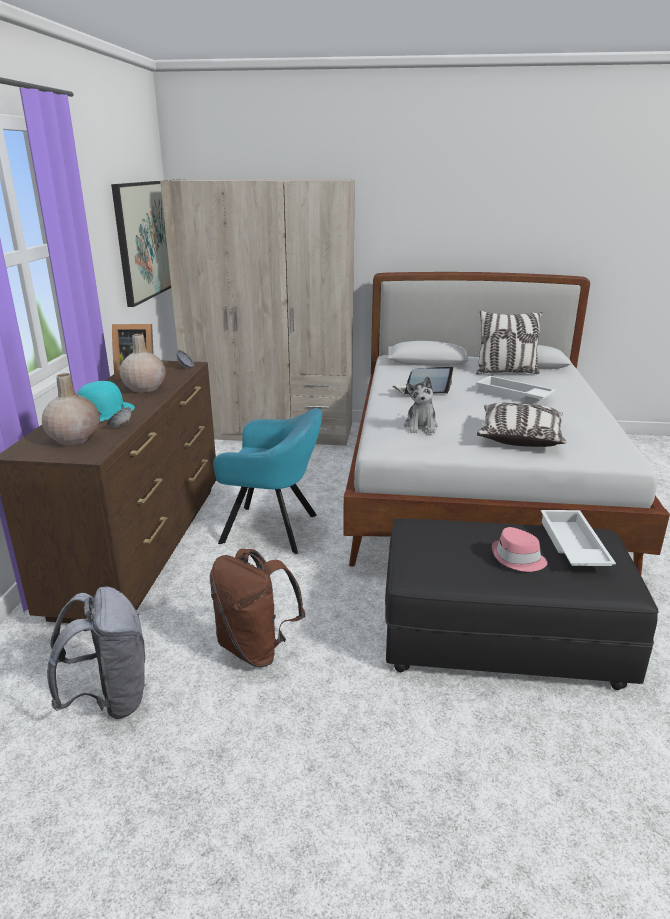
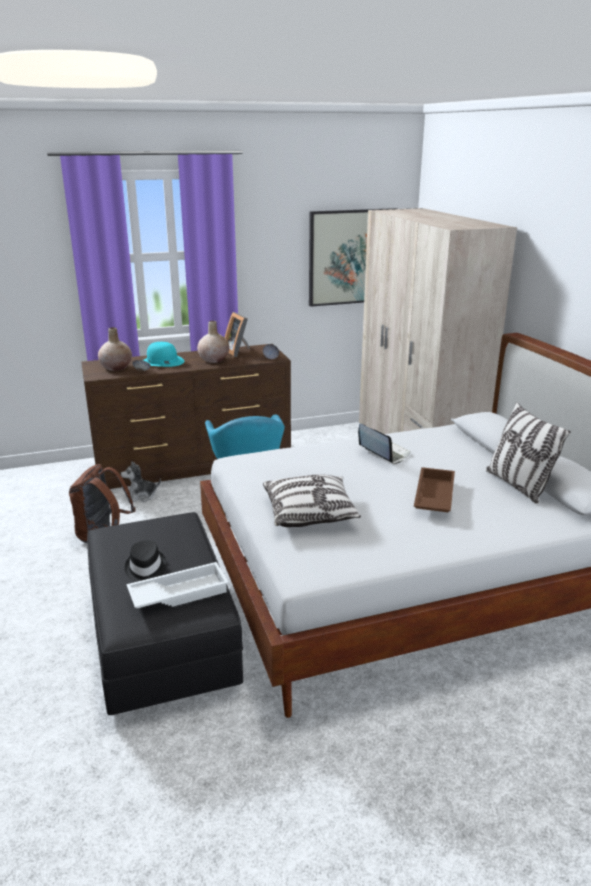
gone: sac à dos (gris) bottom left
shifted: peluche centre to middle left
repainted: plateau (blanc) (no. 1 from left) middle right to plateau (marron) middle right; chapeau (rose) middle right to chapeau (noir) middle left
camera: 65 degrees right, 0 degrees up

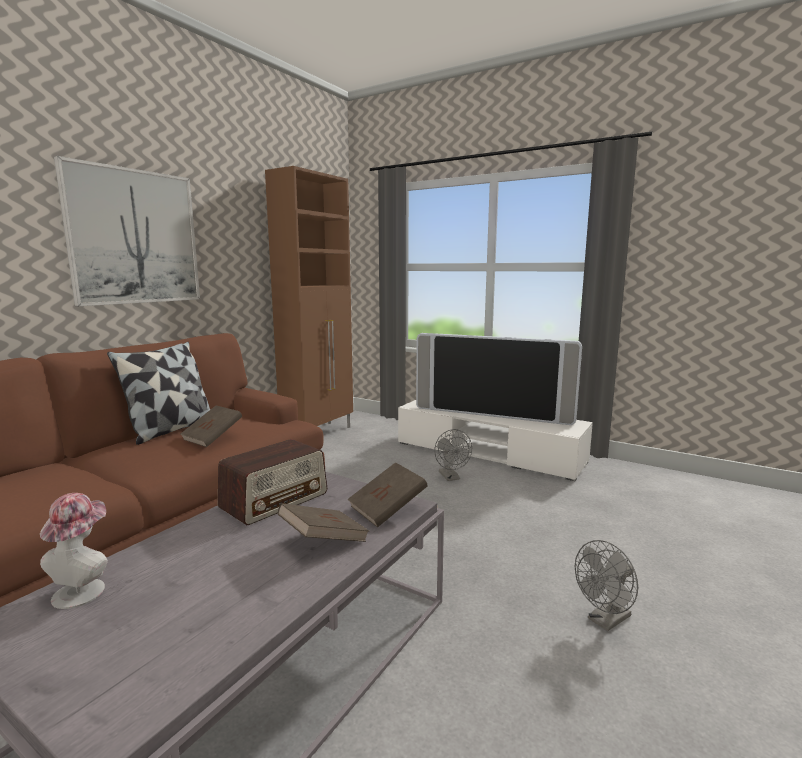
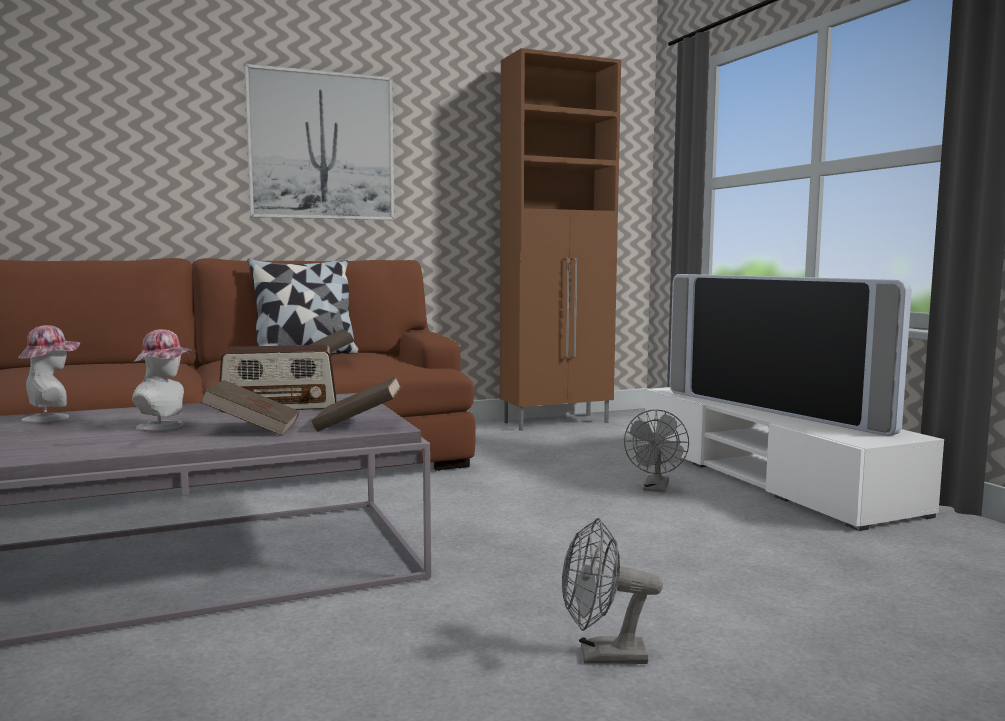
new: chapeau (no. 2 from left) middle left
camera: 35 degrees right, 5 degrees down

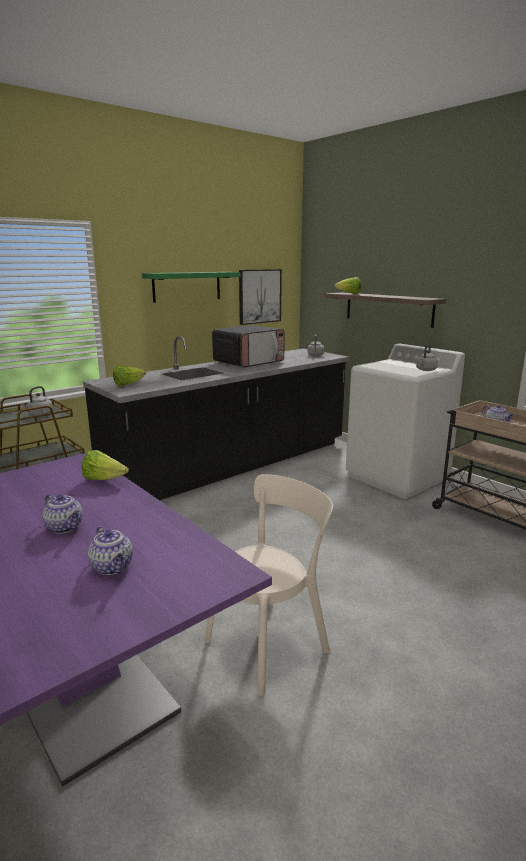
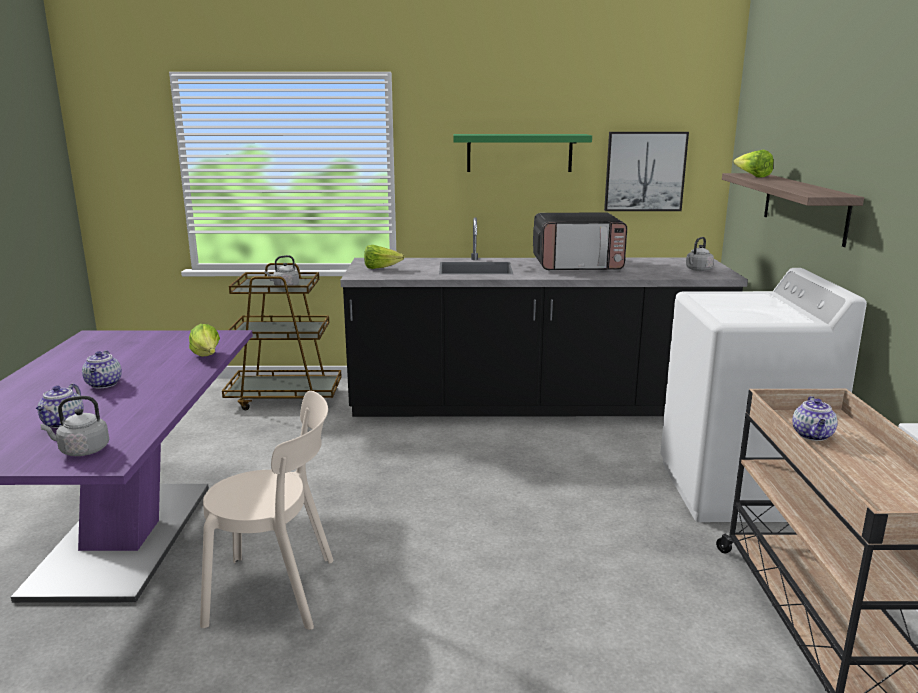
shifted: bouilloire (gris) (no. 3 from left in the first image) middle right to bouilloire (gris) (no. 1 from left) middle left
camera: 40 degrees right, 0 degrees up

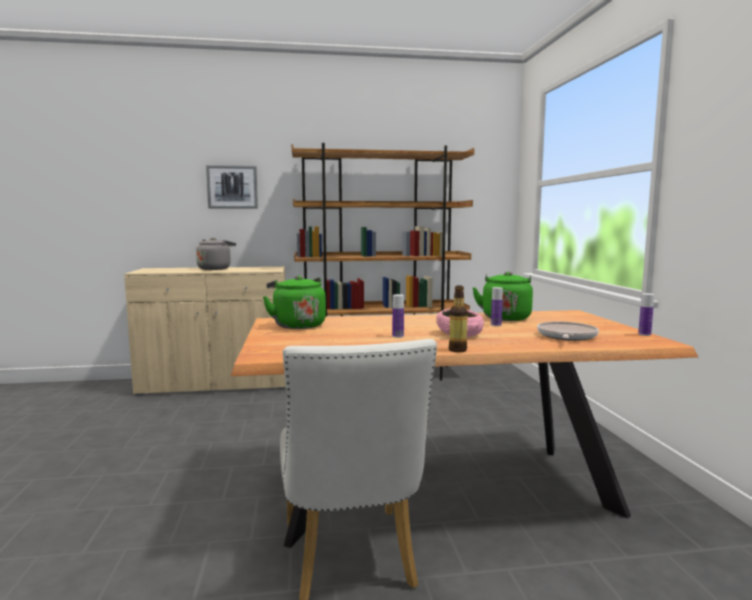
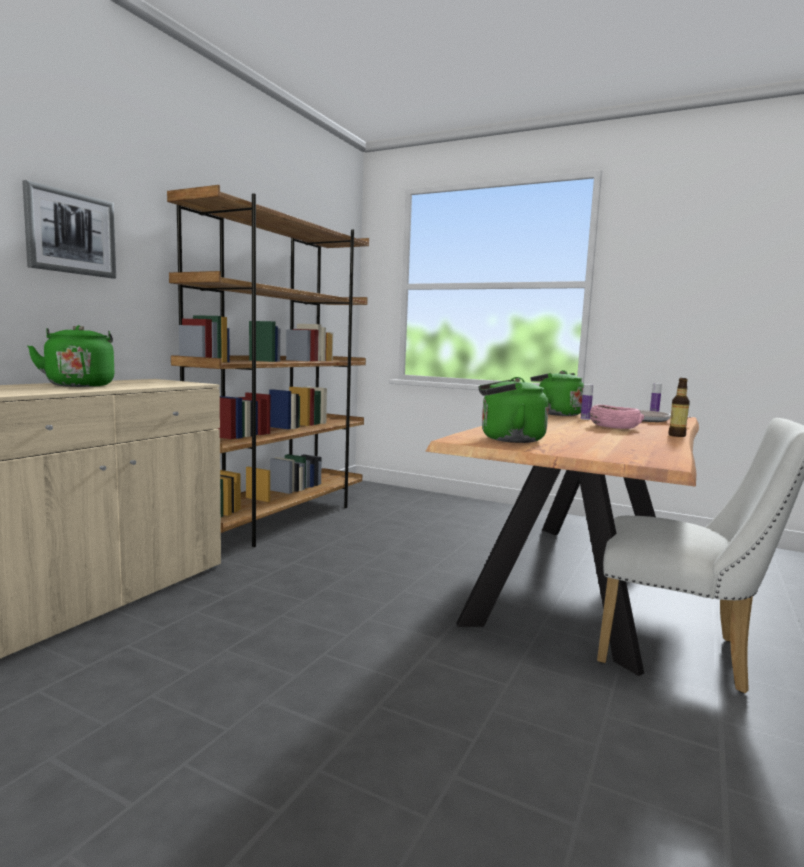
gone: bouteille (no. 1 from left) centre
repainted: bouilloire (gris) middle left to bouilloire (vert) (no. 1 from left) middle left
camera: 55 degrees left, 0 degrees up

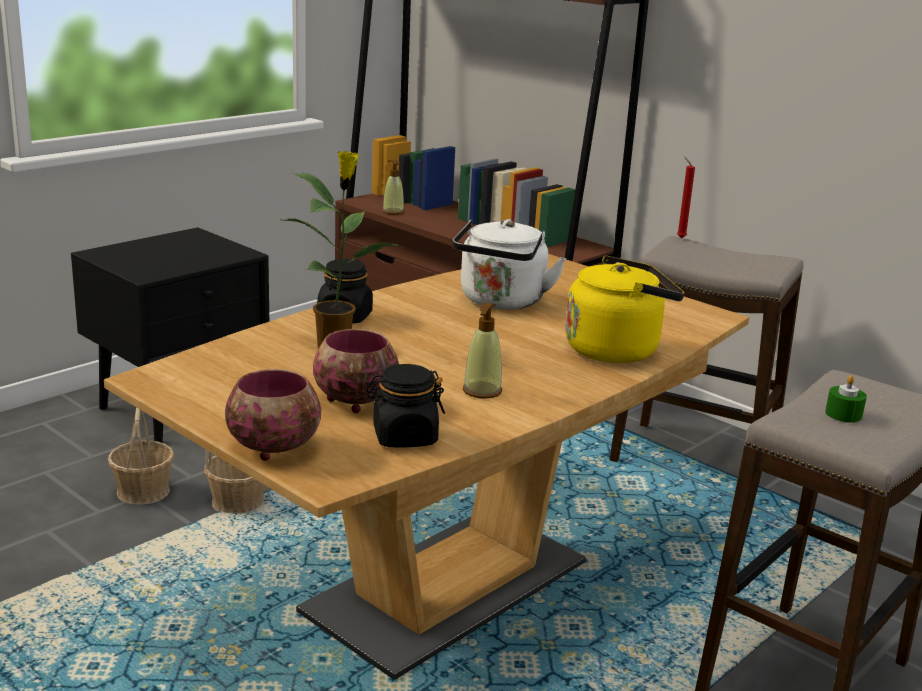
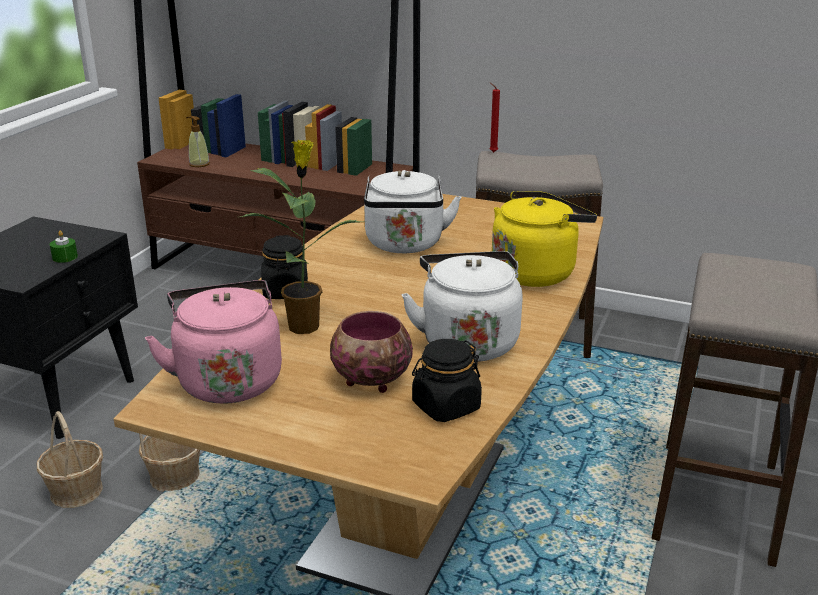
gone: bol (no. 1 from left) middle left
new: bouilloire (rose) middle left
shifted: bougie (vert) middle right to middle left
swapped: distributeur de savon (no. 2 from left) centre to bouilloire (blanc) (no. 2 from left) centre
camera: 20 degrees left, 5 degrees up

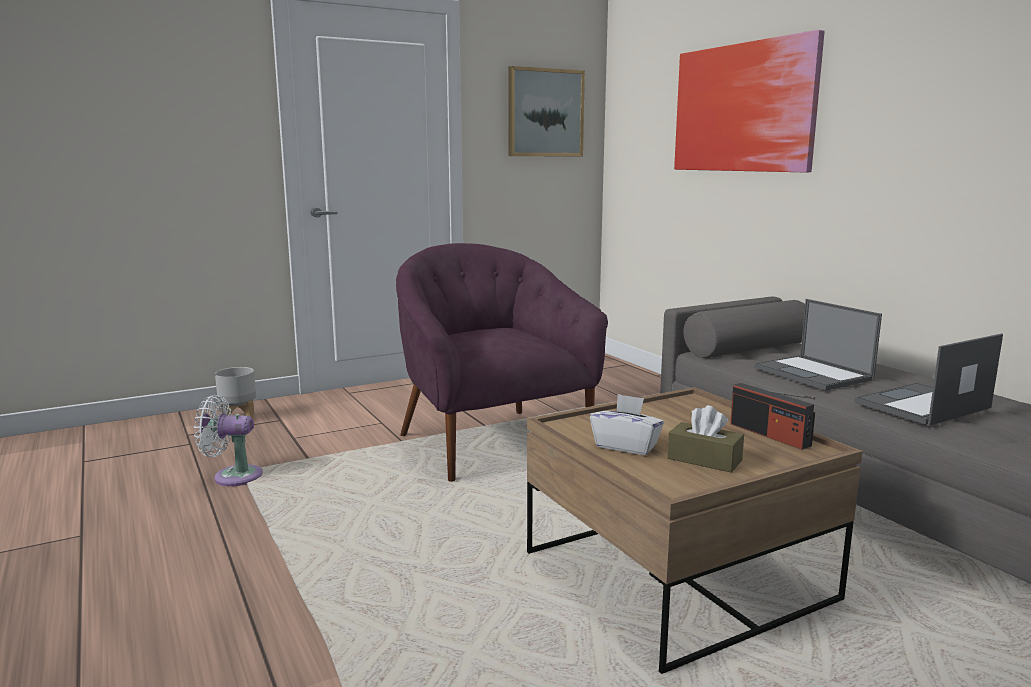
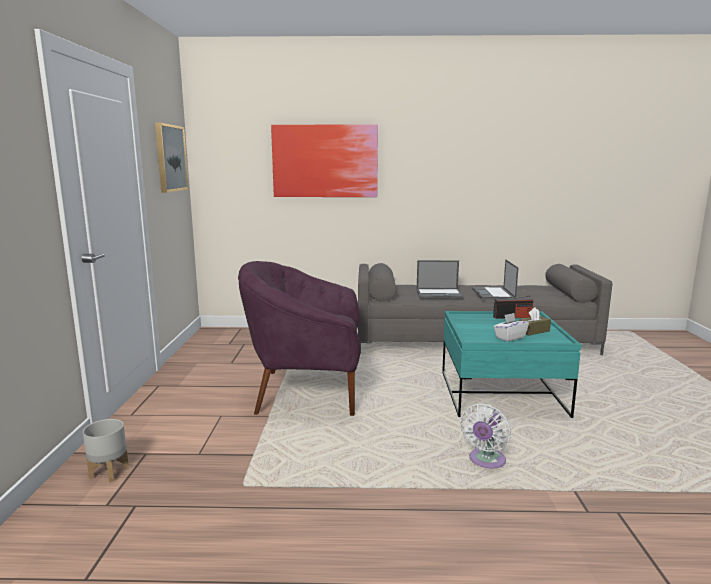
shifted: ventilateur (blanc) middle left to bottom right
repainted: table basse (marron) bottom right to table basse (turquoise) middle right
camera: 60 degrees left, 0 degrees up

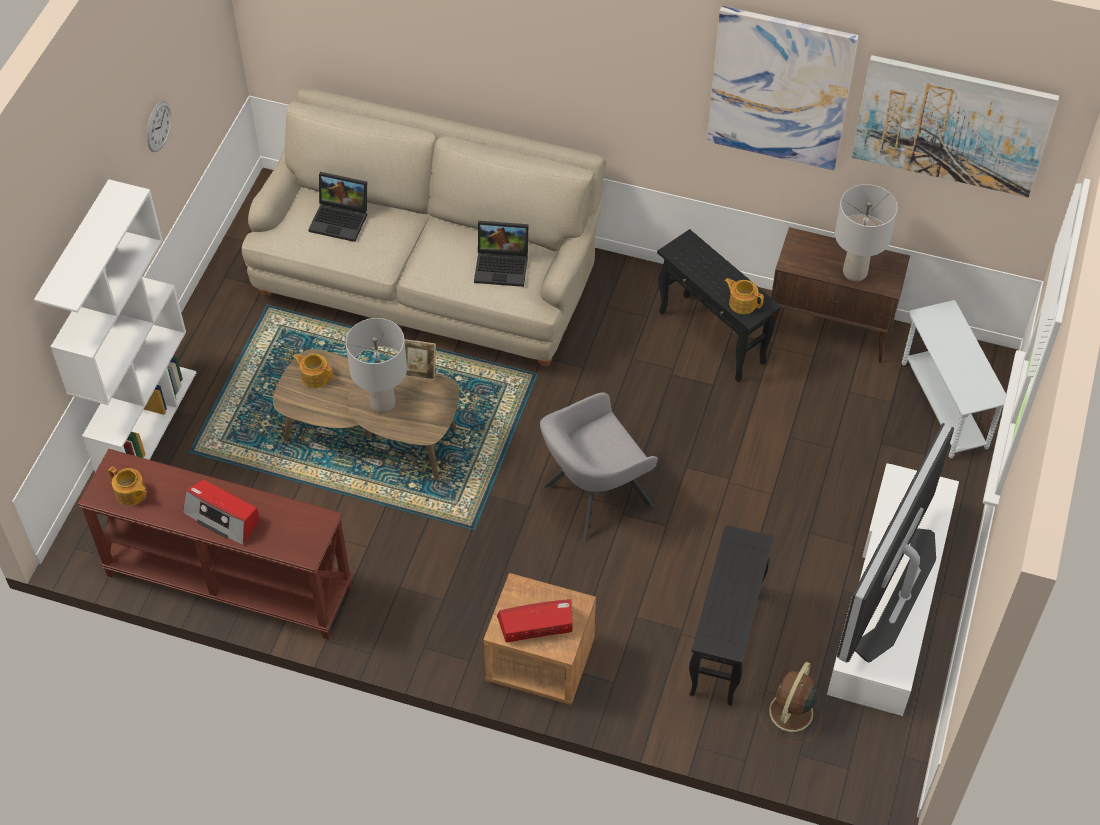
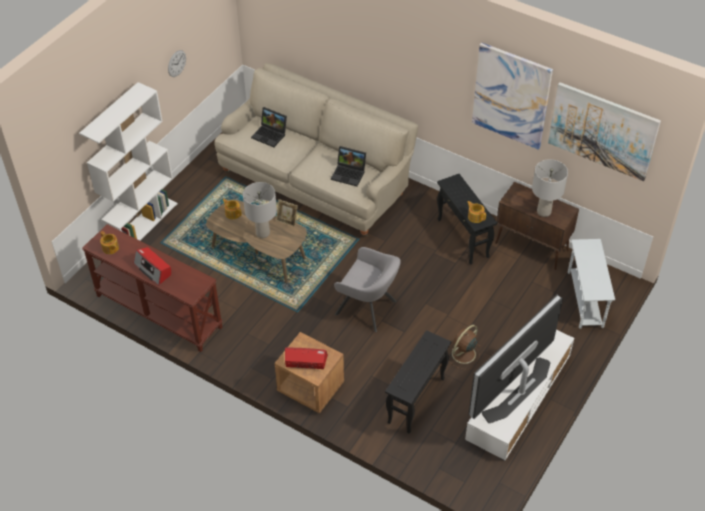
shifted: ventilateur (marron) bottom right to bottom centre
rotated: fauteuil (gris) centre = centre 135 degrees counterclockwise
camera: 15 degrees right, 5 degrees down

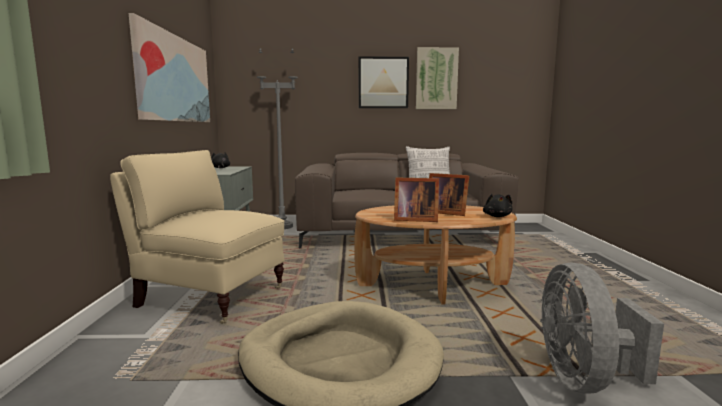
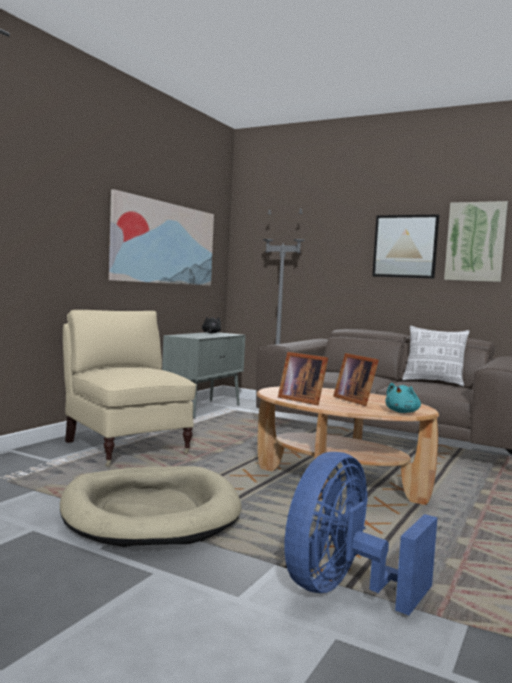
repainted: peluche (noir) (no. 2 from left) middle right to peluche (turquoise) middle right; ventilateur (gris) bottom right to ventilateur (bleu) bottom right
camera: 30 degrees right, 5 degrees down

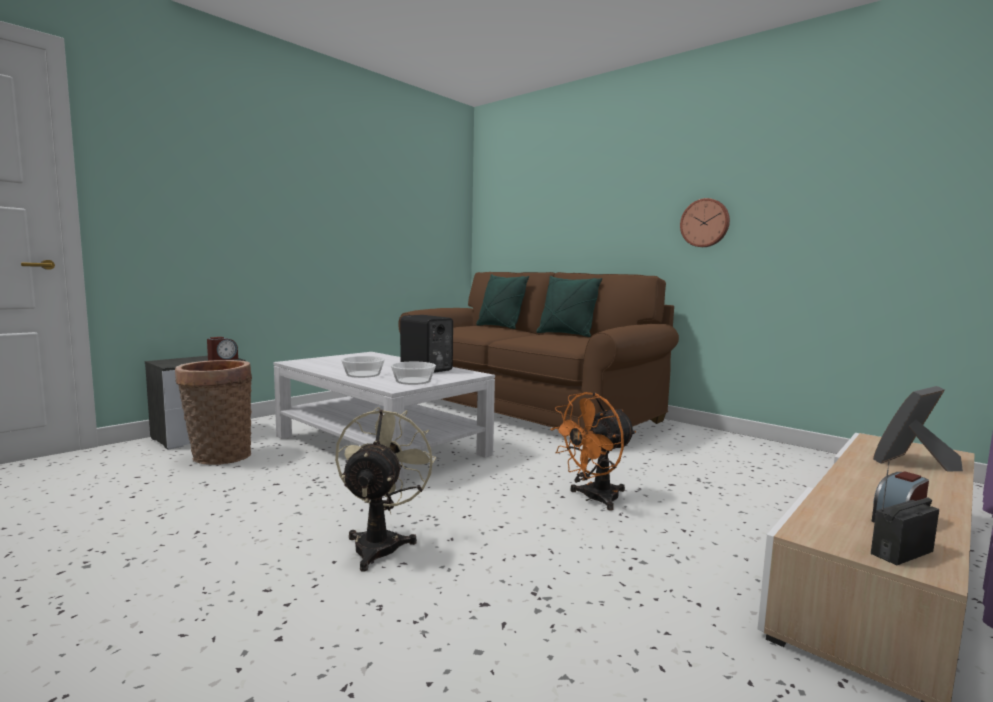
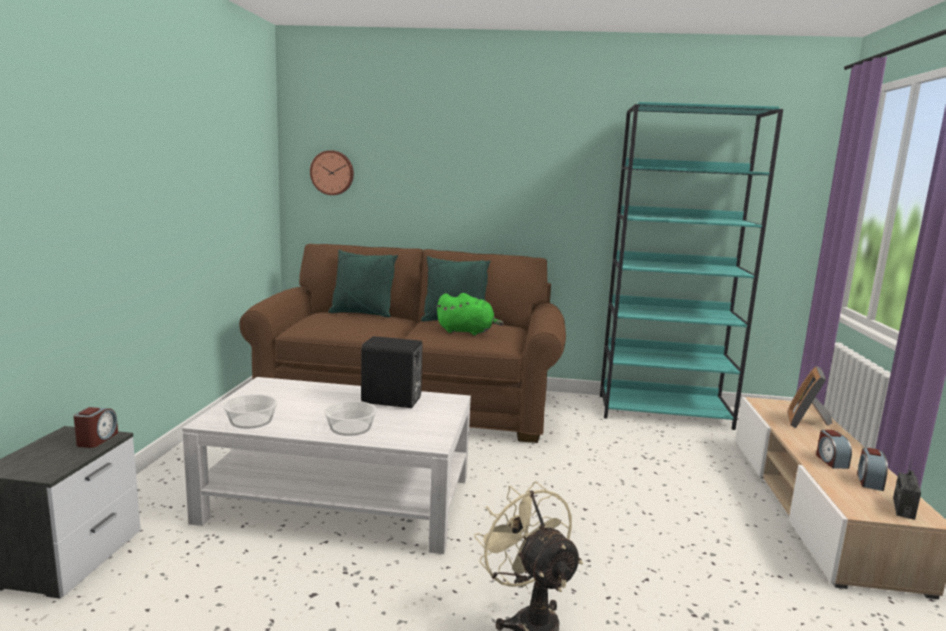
gone: panier middle left; ventilateur (orange) centre
new: bibliothèque (turquoise) middle right; peluche (vert) centre; réveil (no. 2 from left) bottom right
shifted: horloge murale top right to top centre; bol (no. 2 from left in the first image) centre to bol (no. 1 from left) middle left
camera: 35 degrees left, 5 degrees up

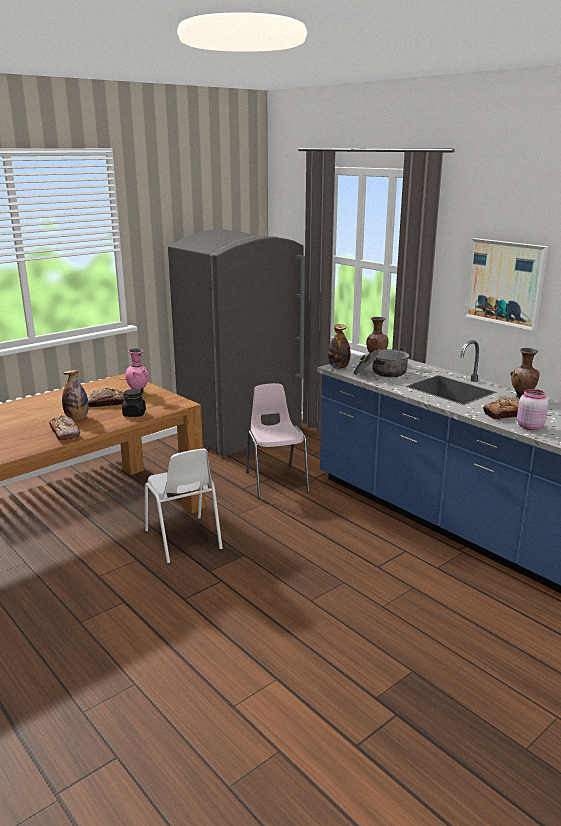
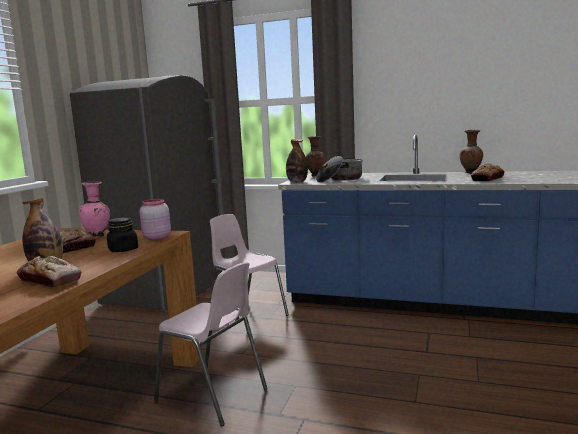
gone: tableau middle right
shifted: bocal (rose) middle right to middle left
repainted: chaise (blanc) middle left to chaise (rose) (no. 1 from left) bottom centre
camera: 30 degrees left, 10 degrees down

